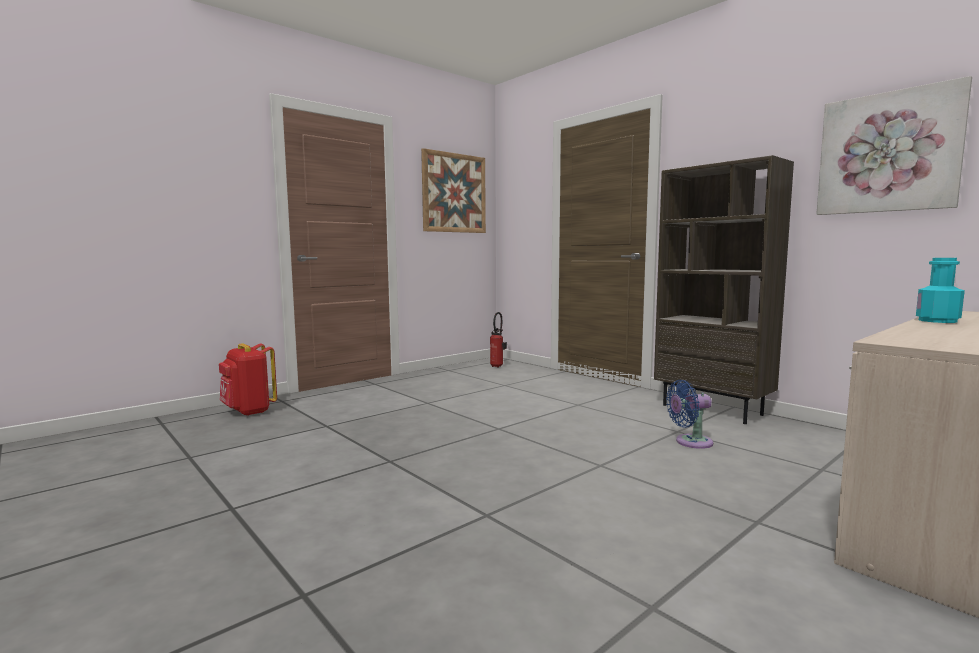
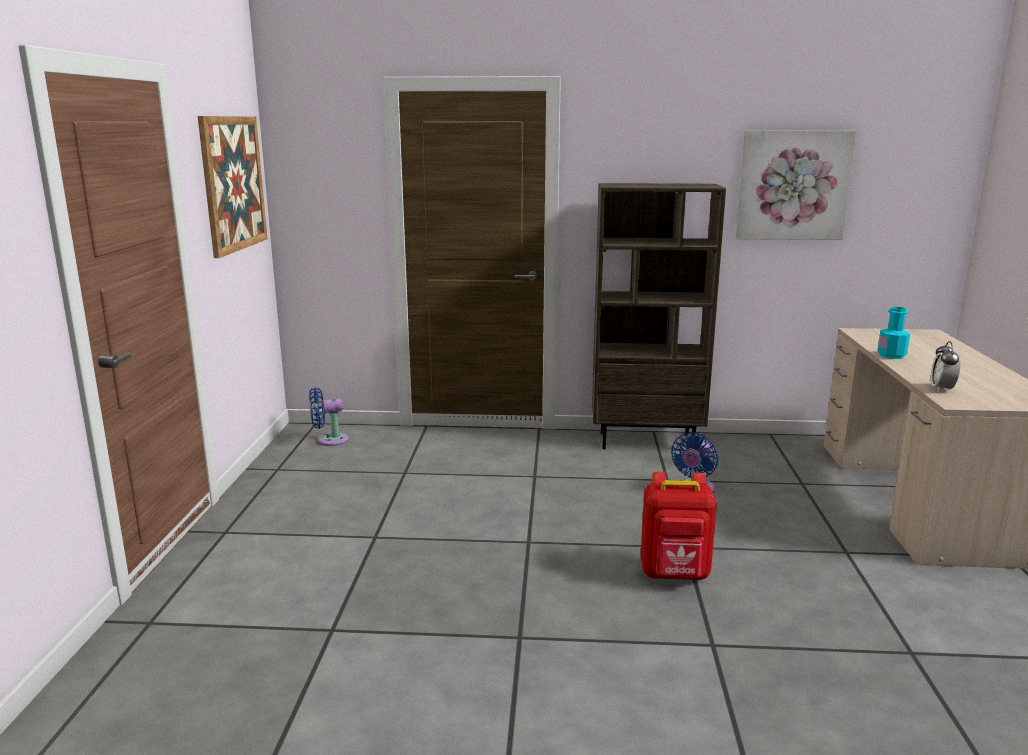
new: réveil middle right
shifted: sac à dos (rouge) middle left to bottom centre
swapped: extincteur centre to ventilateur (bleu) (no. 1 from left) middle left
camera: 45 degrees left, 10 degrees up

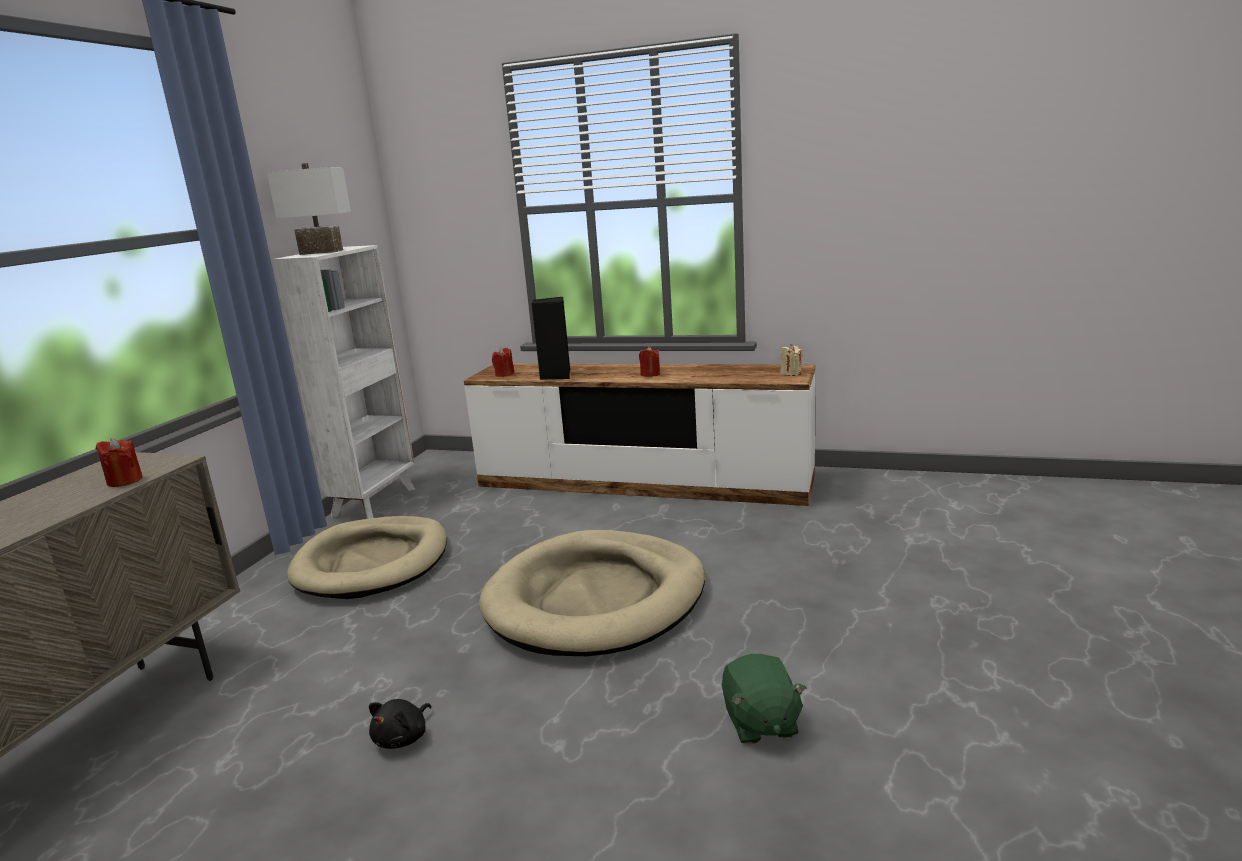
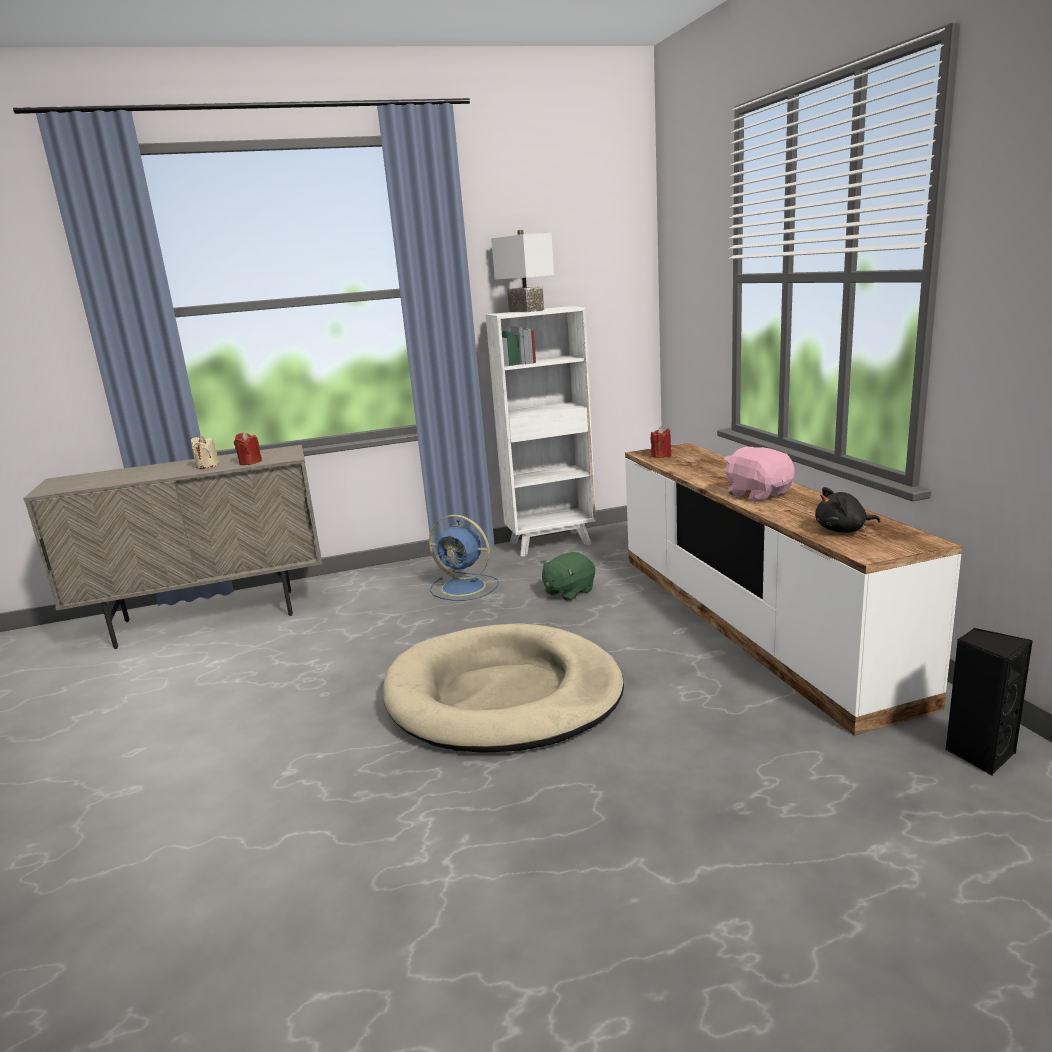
shifted: enceinte (noir) centre to middle right; bougie (beige) centre to middle left; peluche (vert) bottom centre to centre; peluche (noir) bottom left to middle right
swapped: bougie (rouge) (no. 3 from left) centre to peluche (rose) middle right; panier pour chien (beige) (no. 1 from left) middle left to ventilateur (bleu) centre
camera: 55 degrees right, 0 degrees up

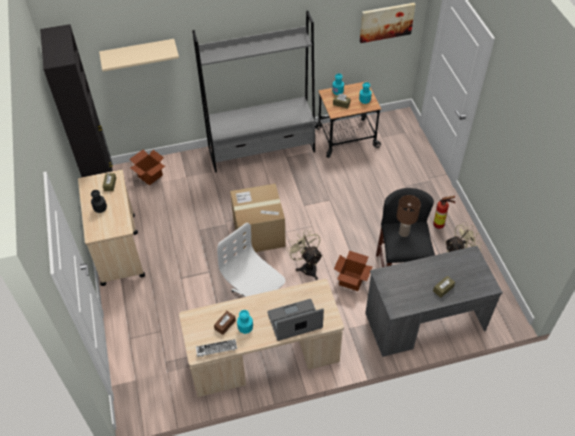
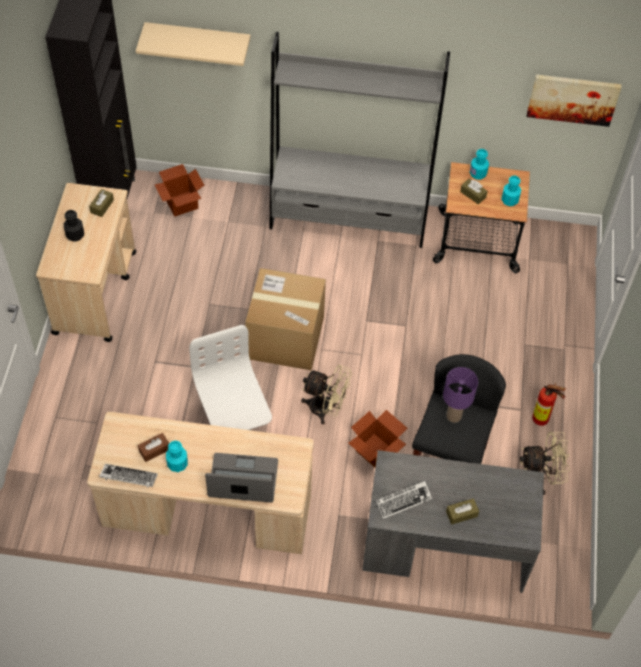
new: clavier (no. 2 from left) bottom centre
repainted: lampe de table (marron) middle right to lampe de table (violet) middle right
rotated: ventilateur (beige) (no. 1 from left) centre = centre 120 degrees clockwise
camera: 20 degrees right, 5 degrees up

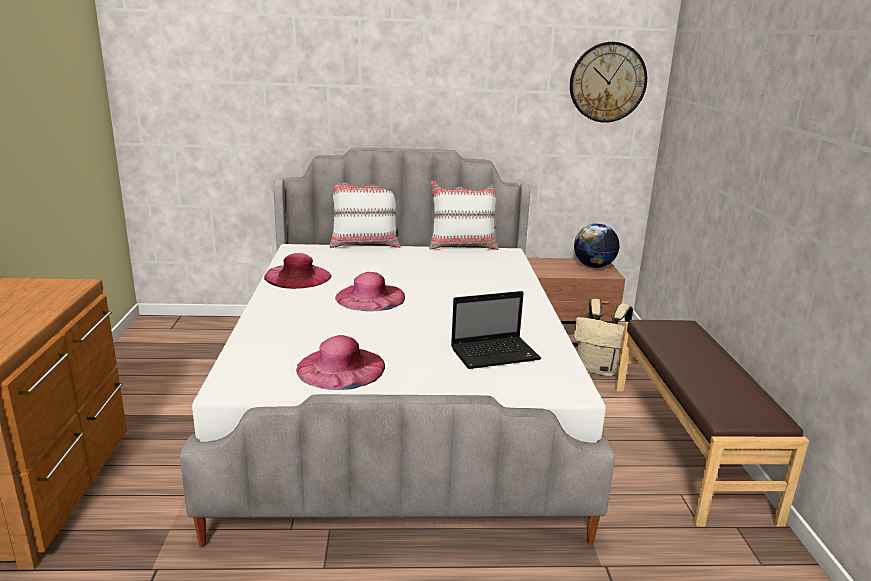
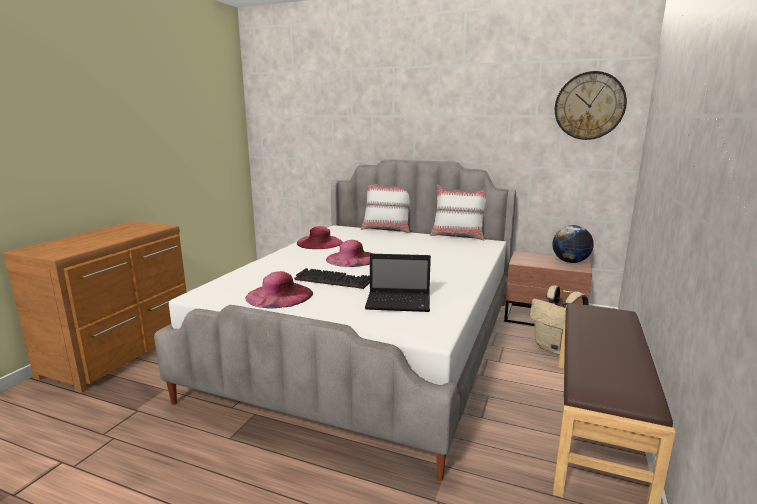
new: clavier centre
camera: 25 degrees right, 5 degrees down

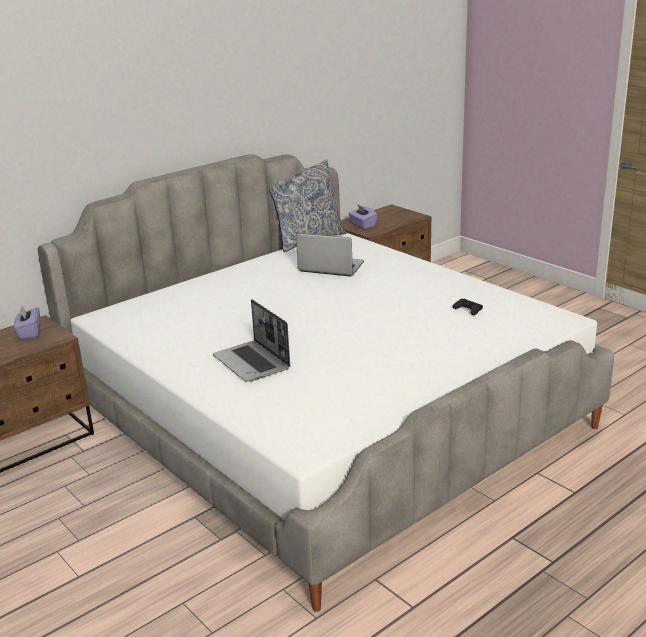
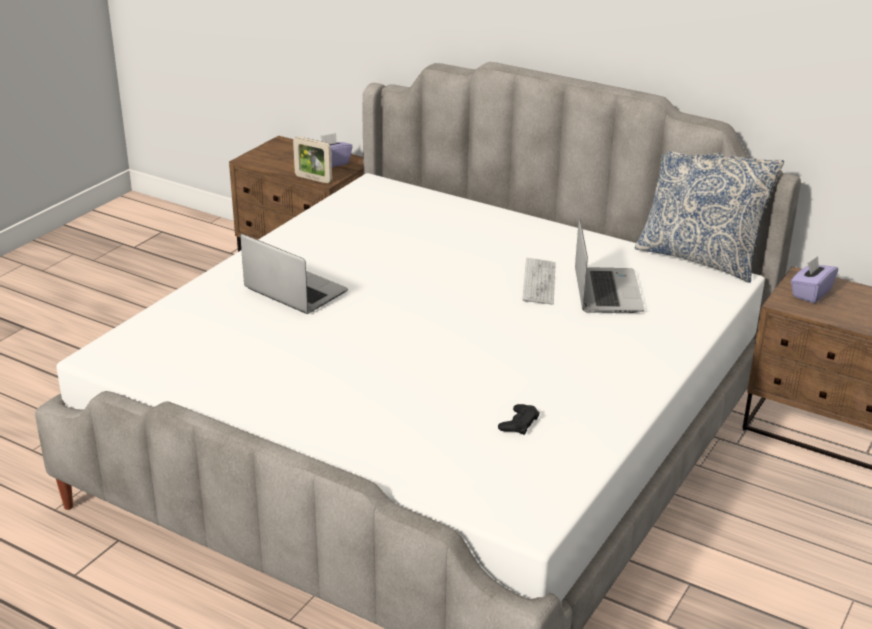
new: cadre photo top centre; clavier centre
rotated: ordinateur portable (no. 1 from left) centre = centre 90 degrees clockwise
camera: 70 degrees right, 5 degrees up

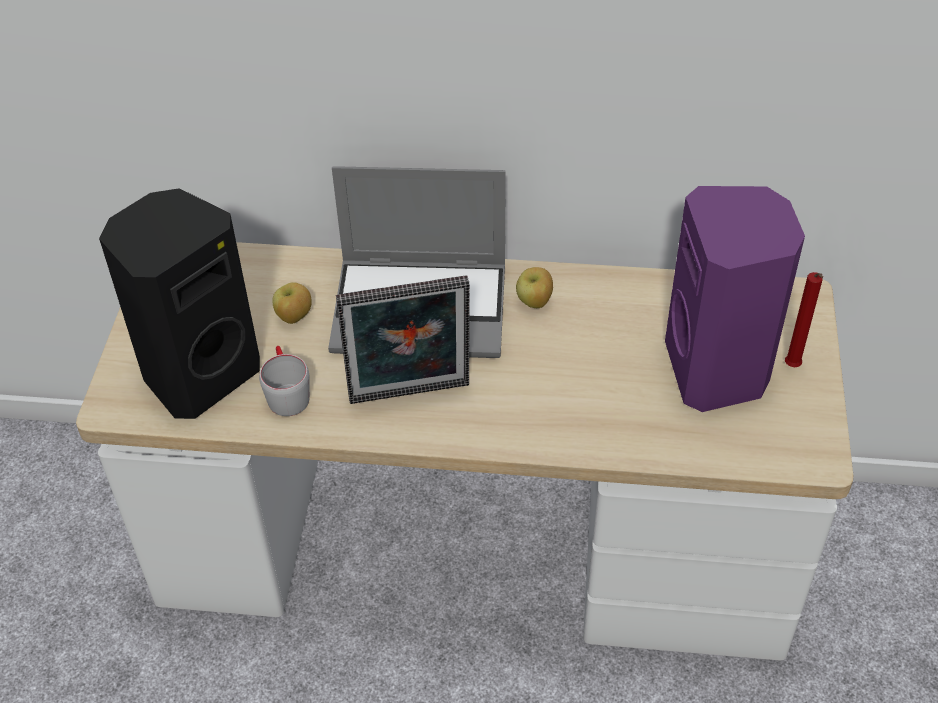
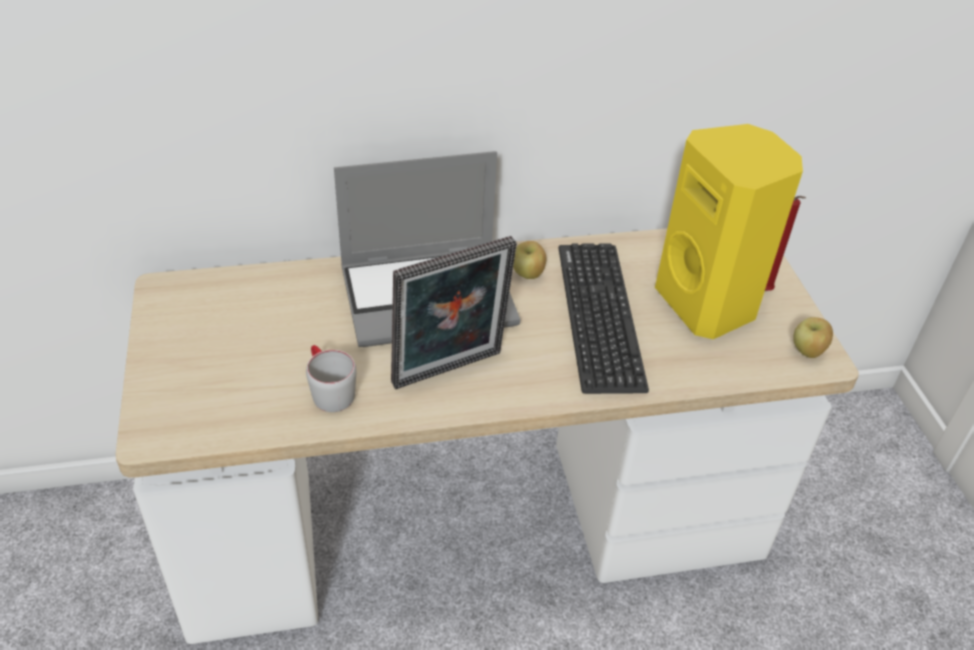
gone: enceinte (noir) middle left
new: clavier centre
shifted: pomme (no. 1 from left in the first image) middle left to pomme (no. 2 from left) middle right
repainted: enceinte (violet) middle right to enceinte (jaune) middle right
camera: 20 degrees left, 5 degrees down

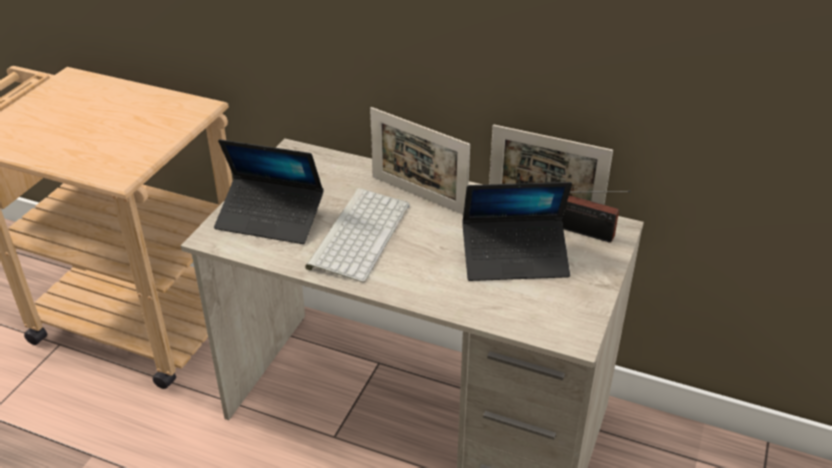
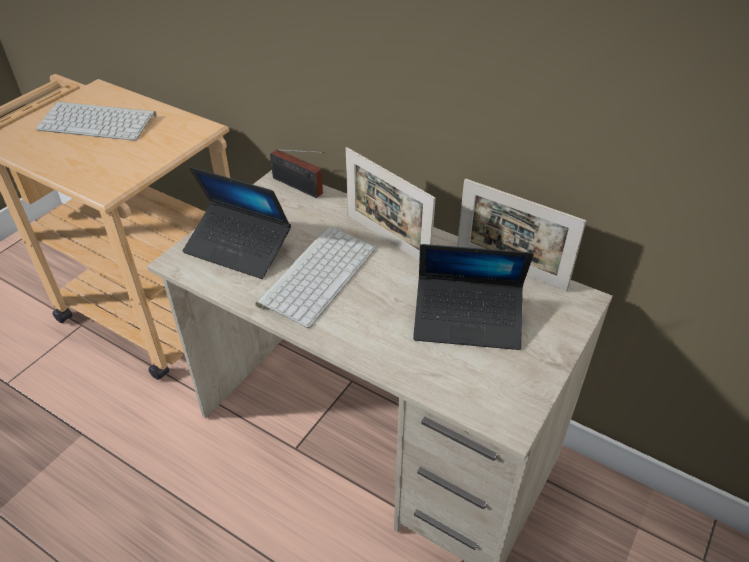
new: clavier (no. 1 from left) top left
shifted: radio middle right to top centre
camera: 10 degrees right, 5 degrees up

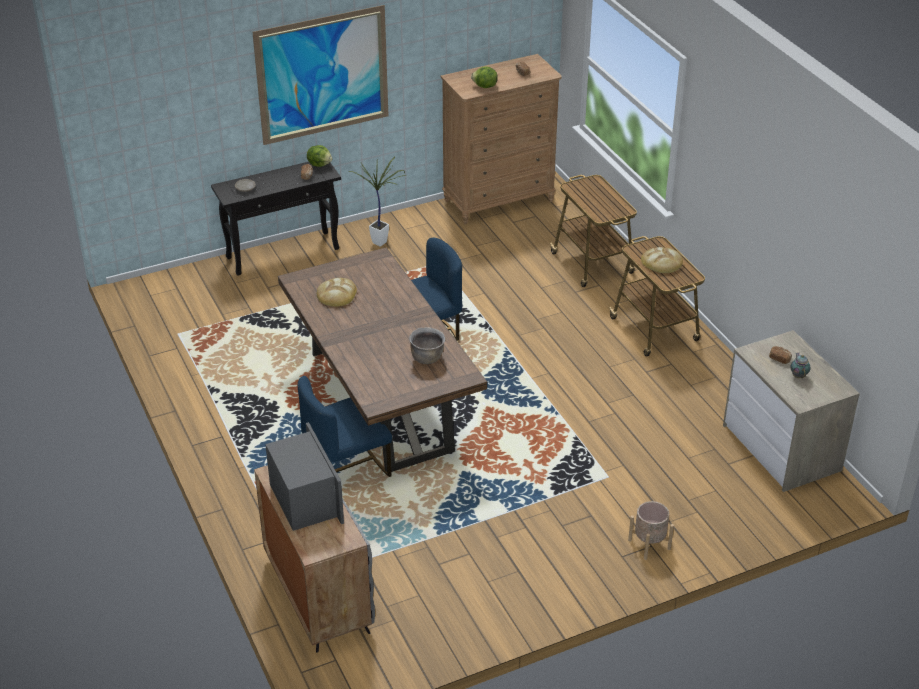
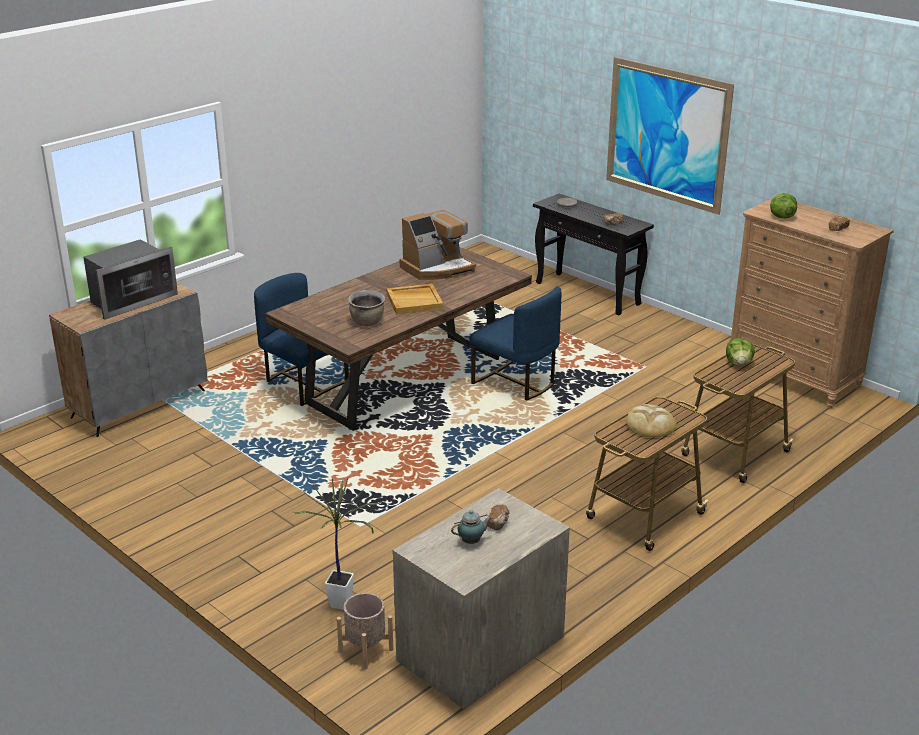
new: plateau (beige) centre
shifted: laitue (no. 1 from left) top centre to middle right; plante en pot top centre to bottom centre; cache-pot (beige) bottom right to bottom centre
swapped: pain (no. 2 from left) centre to machine à café centre
camera: 70 degrees right, 10 degrees down

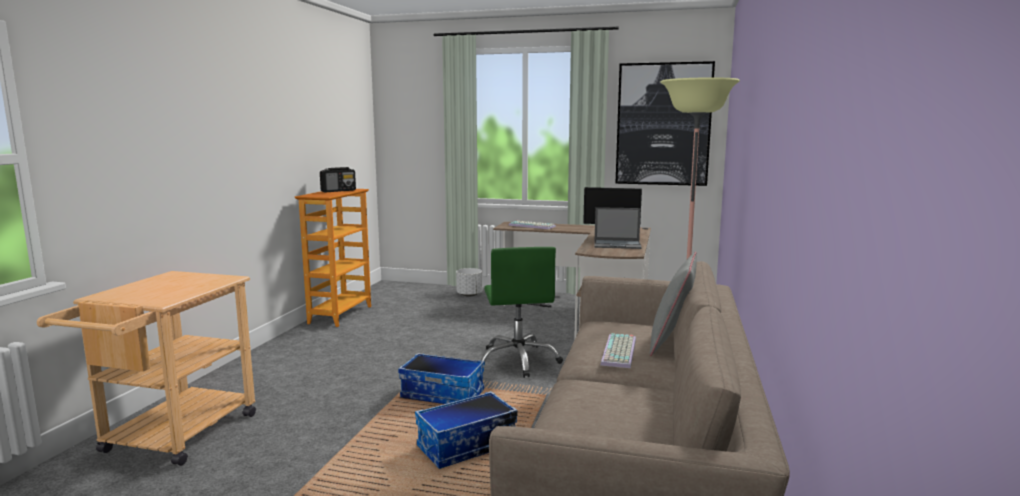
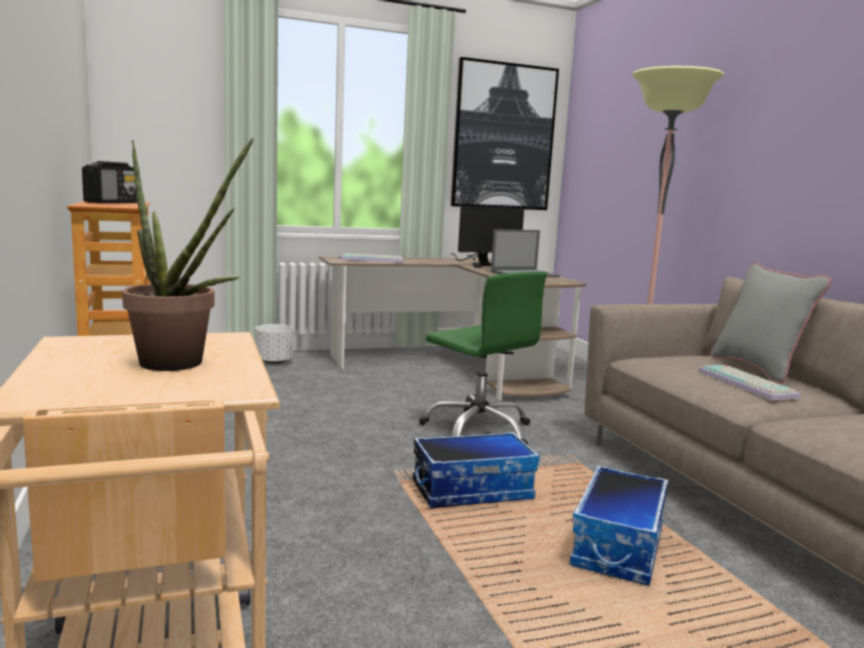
new: plante en pot middle left
camera: 35 degrees left, 0 degrees up

